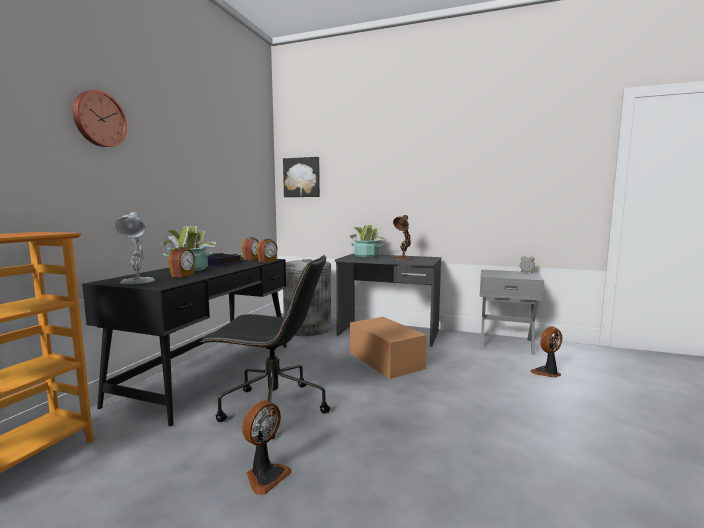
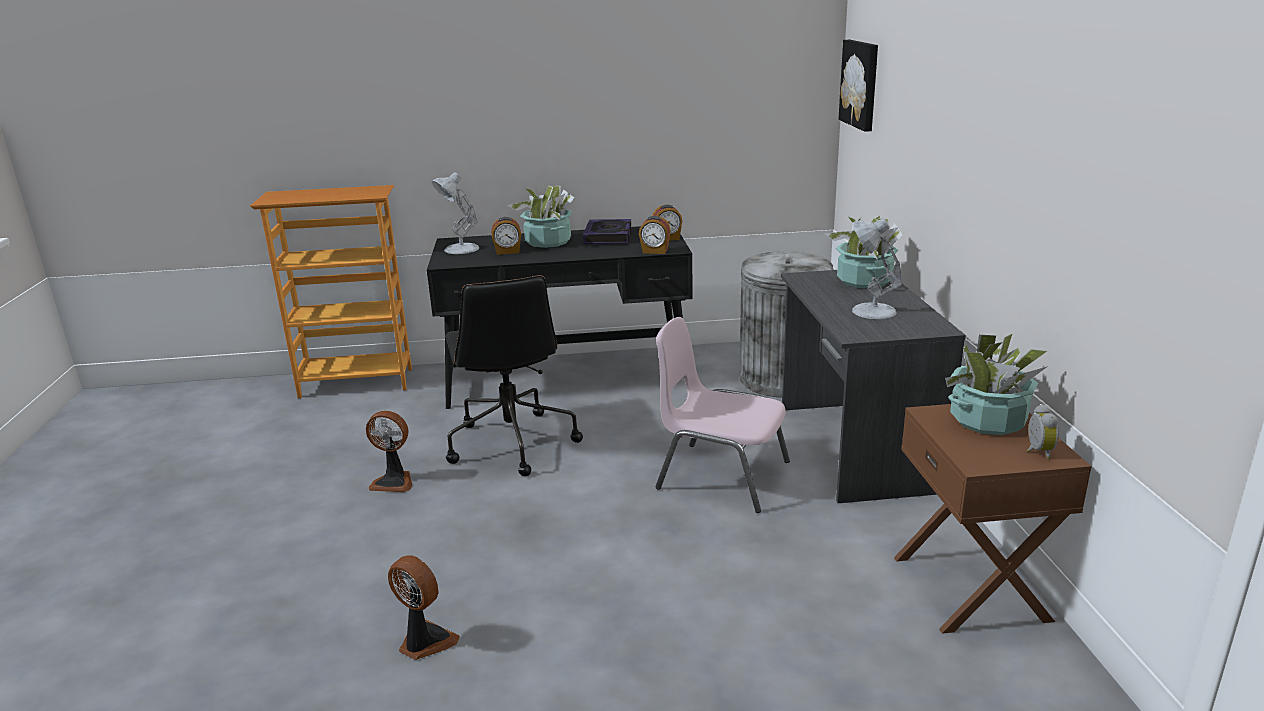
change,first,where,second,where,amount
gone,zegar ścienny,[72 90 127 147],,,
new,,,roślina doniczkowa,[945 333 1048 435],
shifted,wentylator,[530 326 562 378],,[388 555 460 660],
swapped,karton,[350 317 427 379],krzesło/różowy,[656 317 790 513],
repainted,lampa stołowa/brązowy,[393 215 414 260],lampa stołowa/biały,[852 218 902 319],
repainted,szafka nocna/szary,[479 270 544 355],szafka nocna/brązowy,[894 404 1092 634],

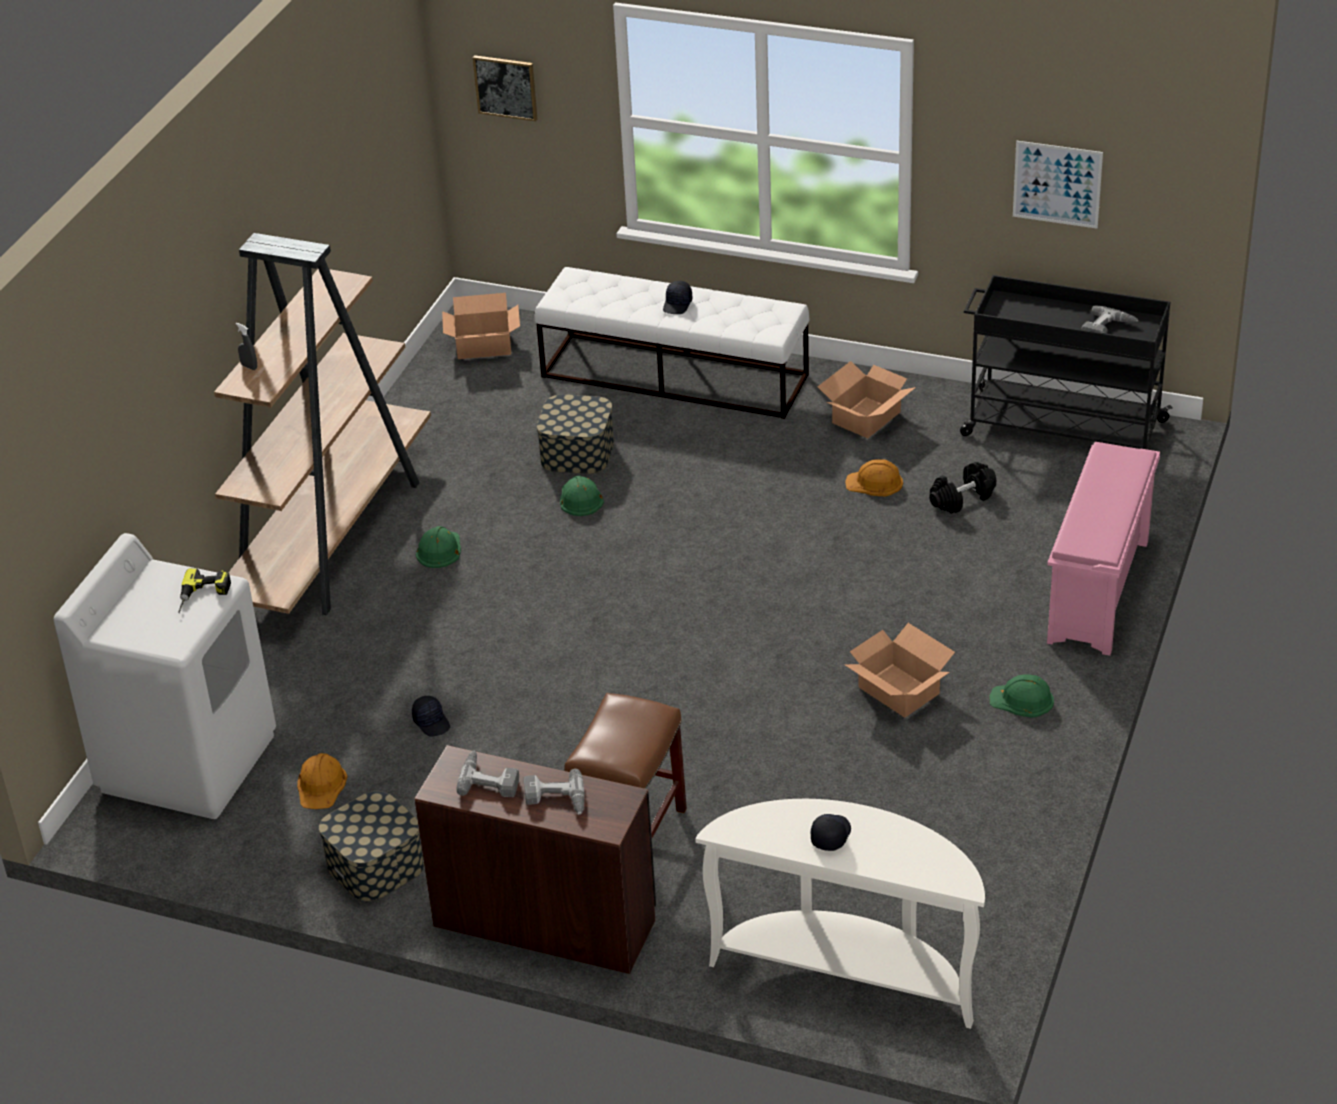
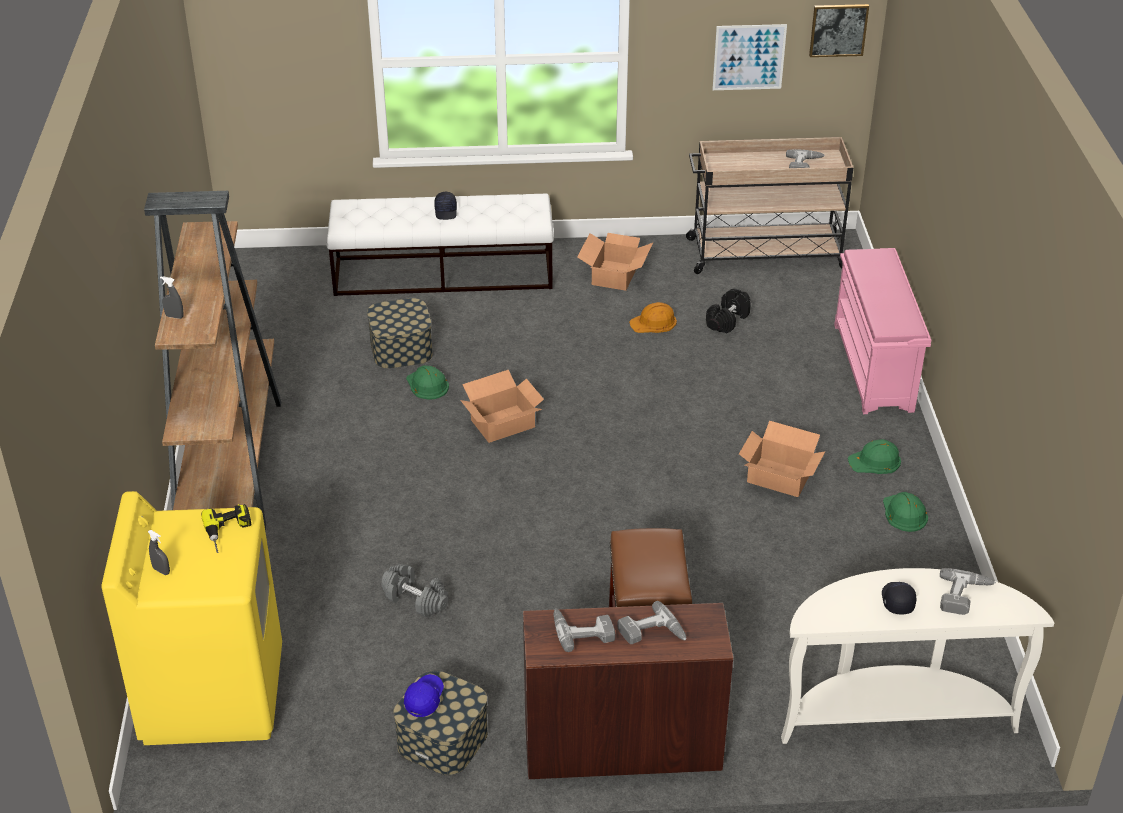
change,first,where,second,where,amount
gone,kask/pomarańczowy,[297 753 348 809],,,
new,,,spryskiwacz/szary,[148 530 170 575],
new,,,czapka z daszkiem/niebieski,[404 674 444 717],
new,,,wiertarka,[940 568 996 615],
shifted,kask/zielony,[416 526 461 568],,[883 492 928 532],
shifted,karton,[442 293 520 359],,[460 370 544 443],
shifted,obraz,[473 55 537 121],,[809 4 869 57],
swapped,czapka z daszkiem/czarny,[412 696 450 737],hantel/szary,[381 564 448 617],
repainted,pralka/biały,[54 533 276 819],pralka/żółty,[102 491 282 745],
repainted,wózek/czarny,[960 275 1173 450],wózek/beżowy,[686 137 853 274],

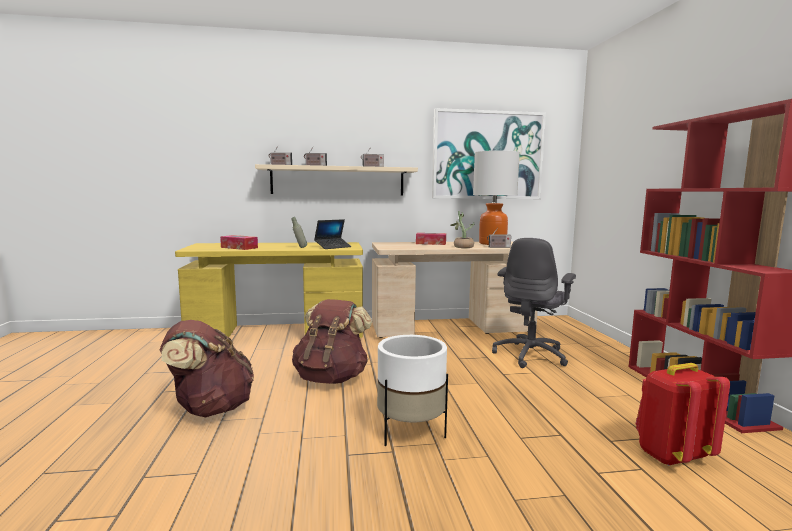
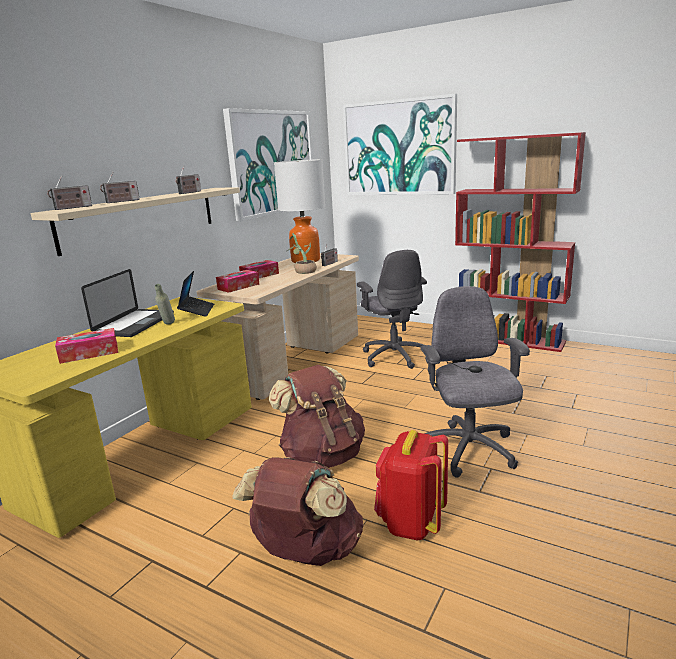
change,first,where,second,where,amount
new,,,laptop,[81 269 174 337],
new,,,pudełko chusteczek,[216 270 259 293],
new,,,obraz,[343 94 457 195],
shifted,plecak/czerwony,[636 363 730 466],,[374 430 448 540],
swapped,donica/biały,[377 335 448 446],krzesło biurowe/szary,[421 286 530 478],

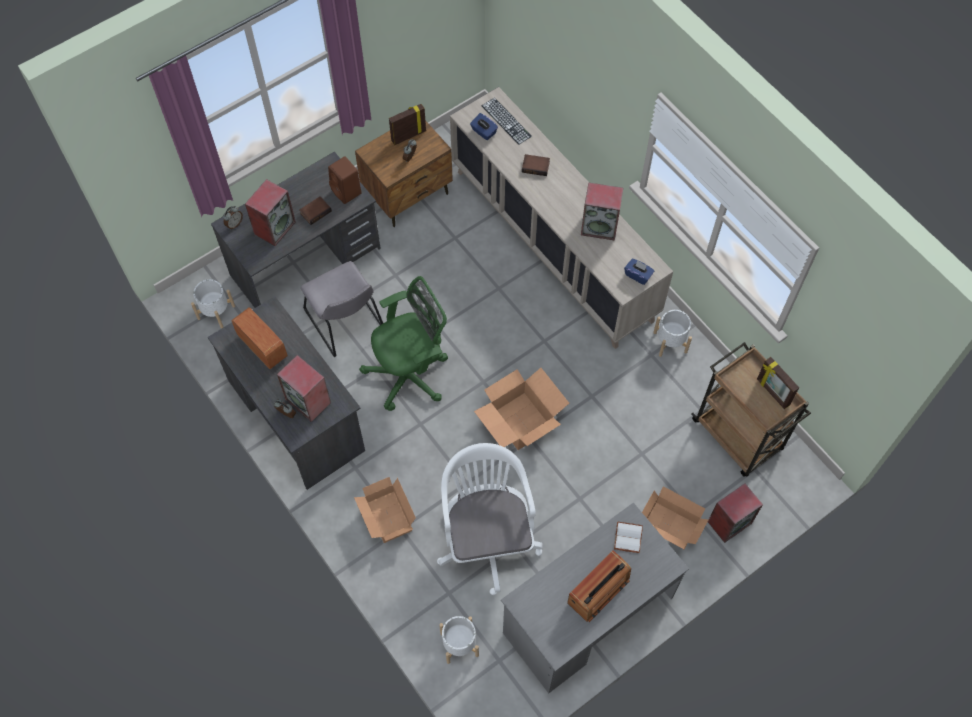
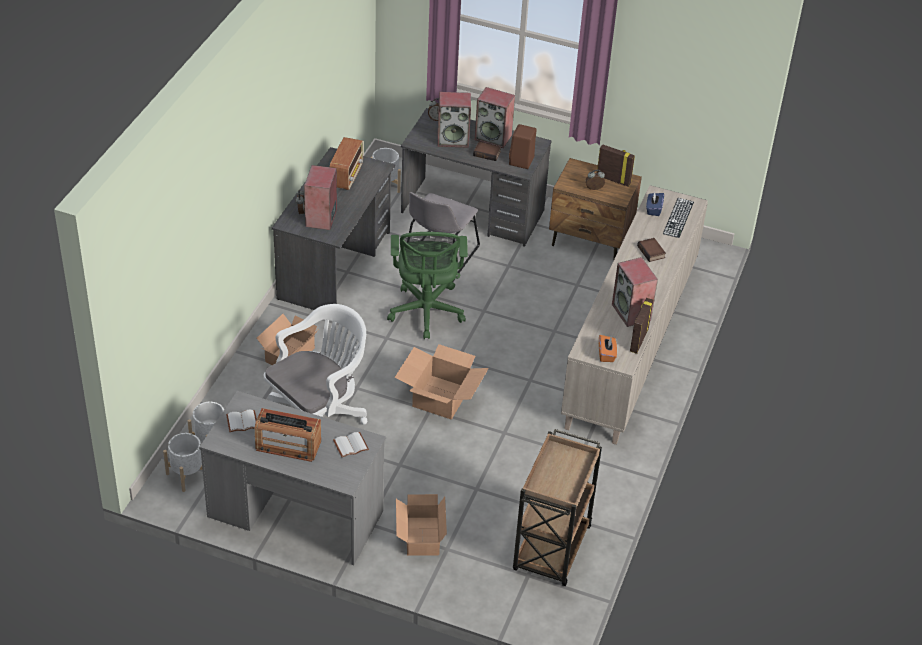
change,first,where,second,where,amount
new,,,książka/biały,[226 410 257 432],
shifted,donica/biały,[653 310 692 357],,[163 433 202 492],
shifted,głośnik,[708 483 763 543],,[475 87 515 148],
shifted,ramka na zdjęcie,[757 357 799 409],,[630 298 653 354],
repainted,pudełko chusteczek/niebieski,[624 259 654 285],pudełko chusteczek/pomarańczowy,[599 335 617 362],
rotated,krzesło biurowe/zielony,[359 276 448 411],,[387 232 468 339],60 degrees clockwise

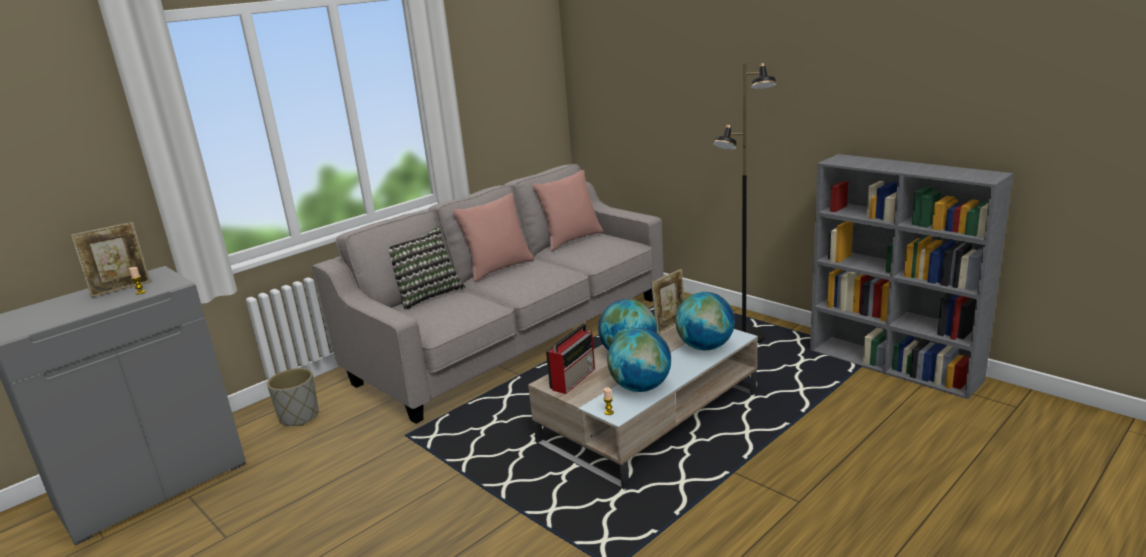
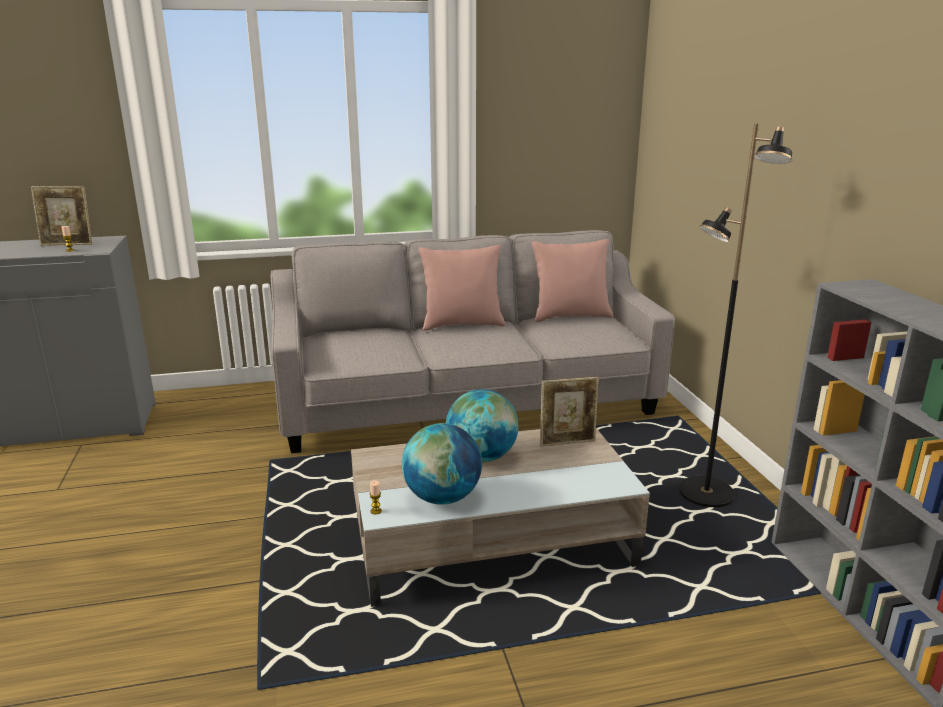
change,first,where,second,where,amount
gone,donica/szary,[267 368 319 426],,,
gone,poduszka,[389 227 465 310],,,
gone,radio,[546 323 595 394],,,
gone,globus,[675 292 735 350],,,

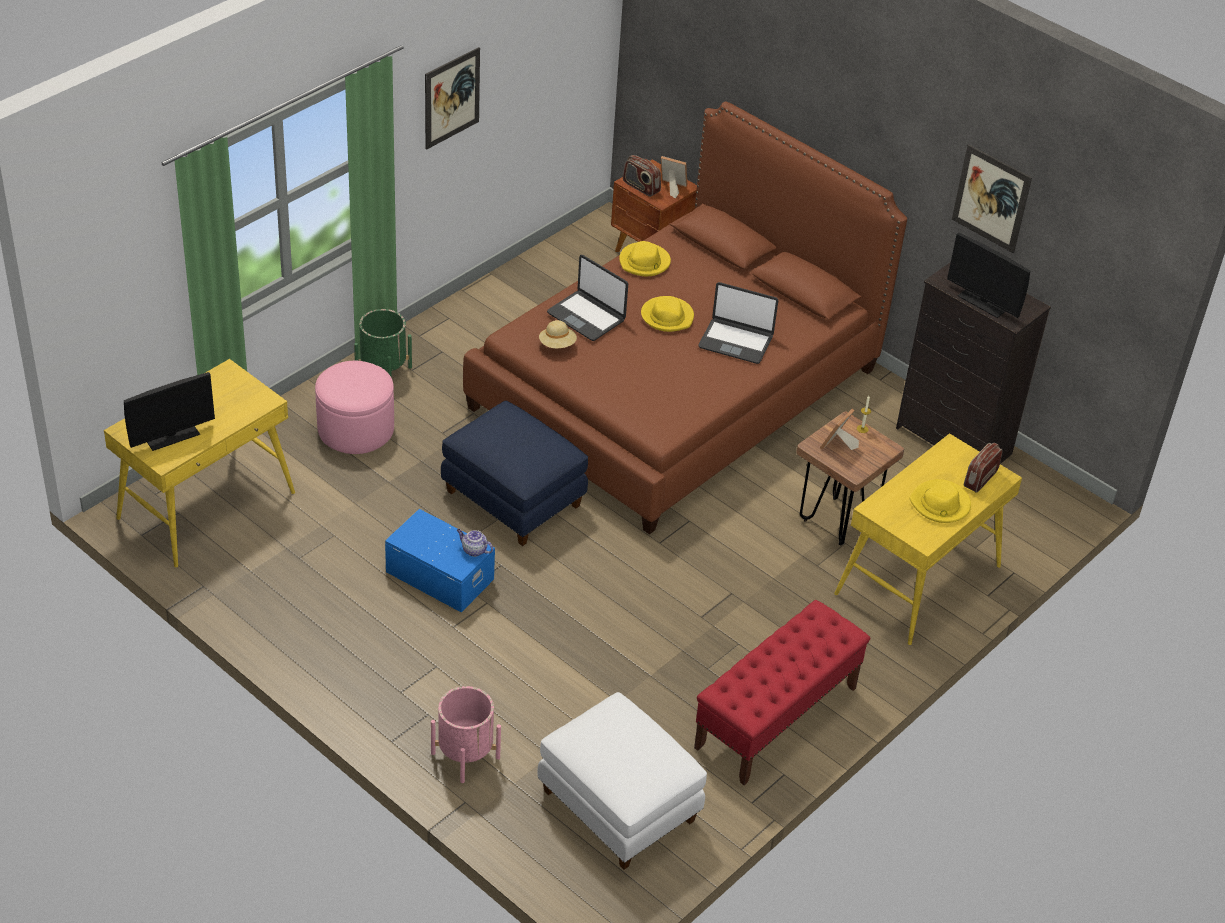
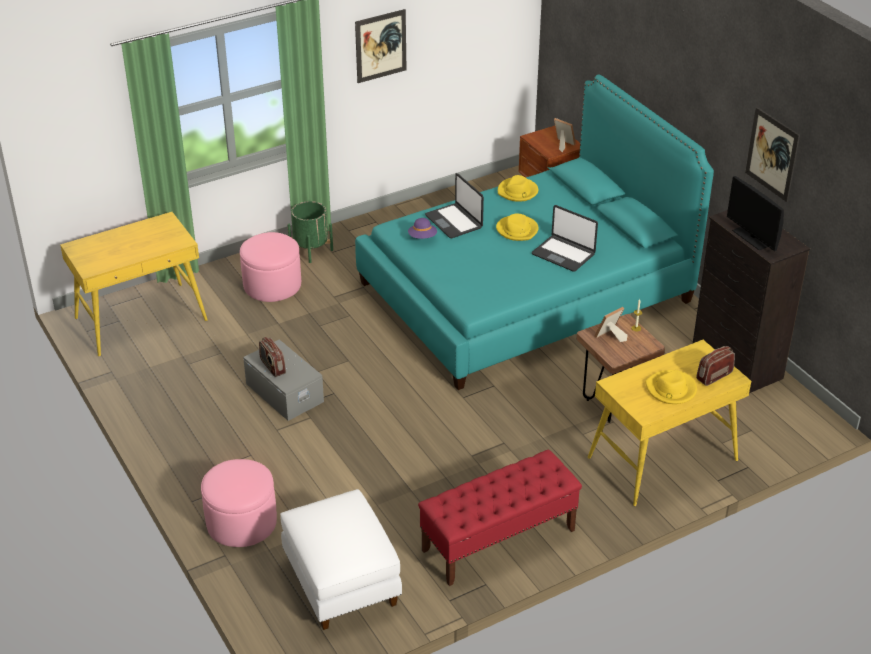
change,first,where,second,where,amount
gone,monitor,[124 372 215 451],,,
gone,pufa/niebieski,[441 401 588 546],,,
gone,imbryk,[457 529 493 557],,,
shifted,radio,[623 155 661 197],,[259 337 286 377],
swapped,donica/różowy,[431 686 501 783],pufa/różowy,[201 459 277 547],
repainted,pojemnik do przechowywania/niebieski,[385 509 495 612],pojemnik do przechowywania/szary,[243 340 324 421],
repainted,łóżko/brązowy,[463 102 907 534],łóżko/turkusowy,[355 75 714 390],
repainted,kapelusz/beżowy,[539 320 577 349],kapelusz/fioletowy,[408 218 437 239],

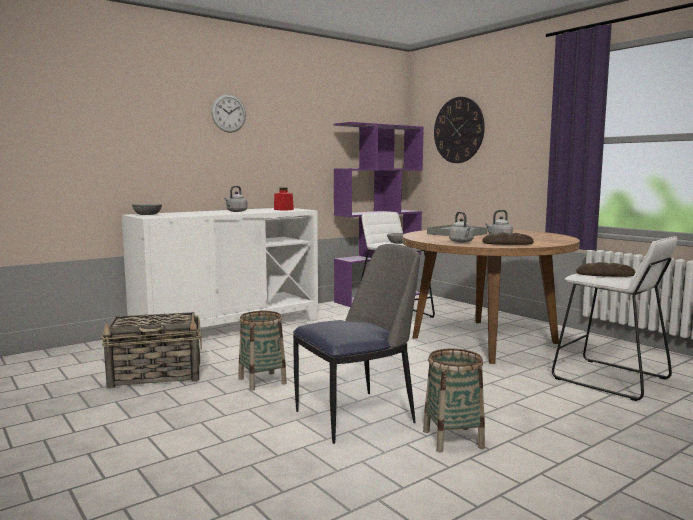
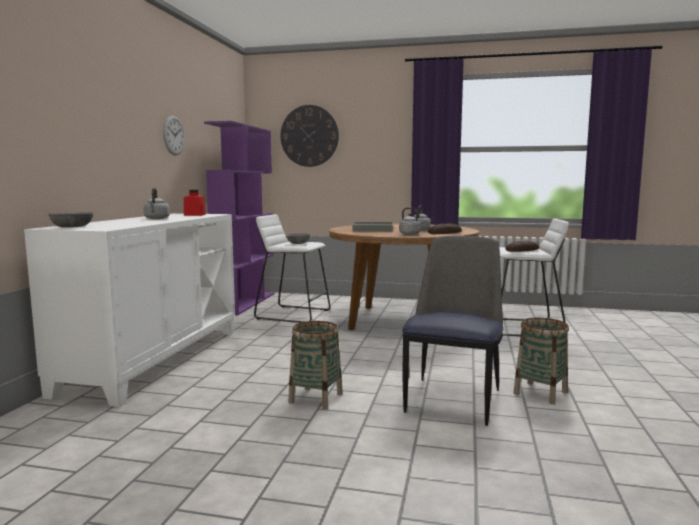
change,first,where,second,where,amount
gone,koszyk,[101 312 202 388],,,
shifted,zegar ścienny,[211 94 246 133],,[163 116 185 156],

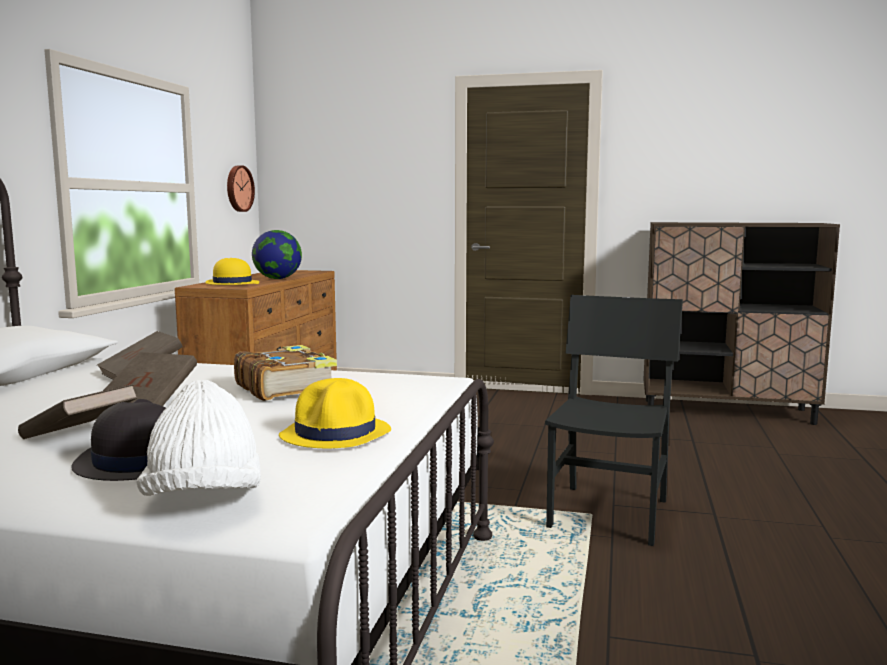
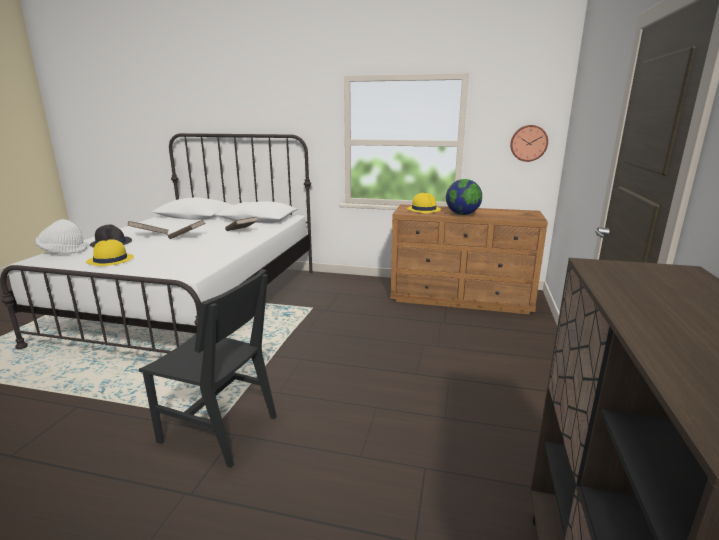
change,first,where,second,where,amount
gone,książka,[234 345 337 401],,,

